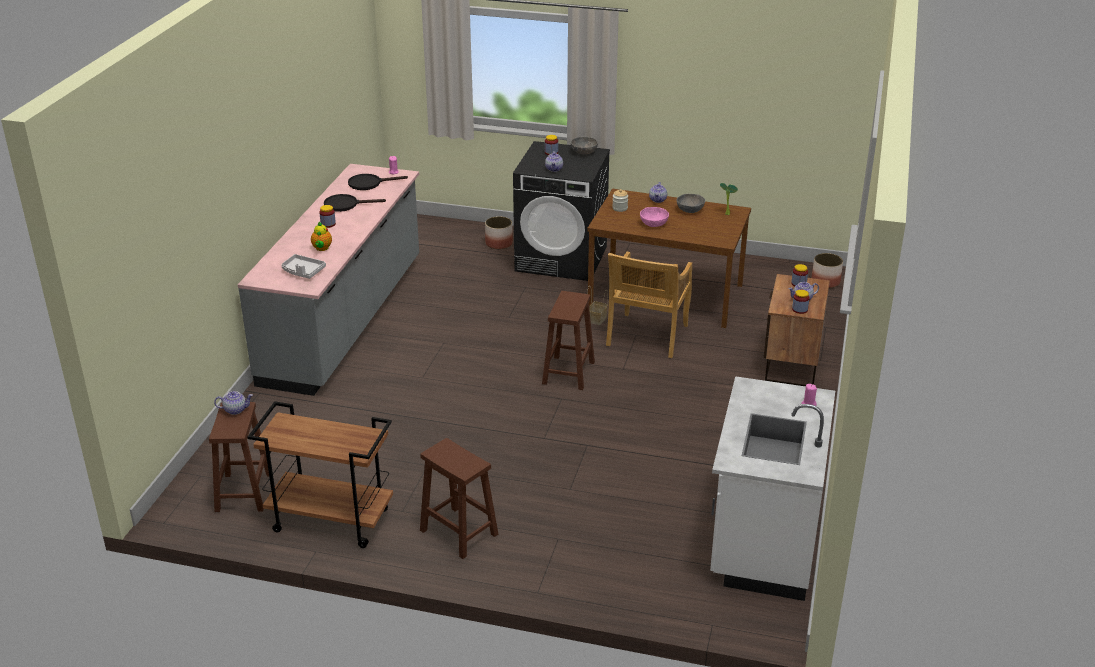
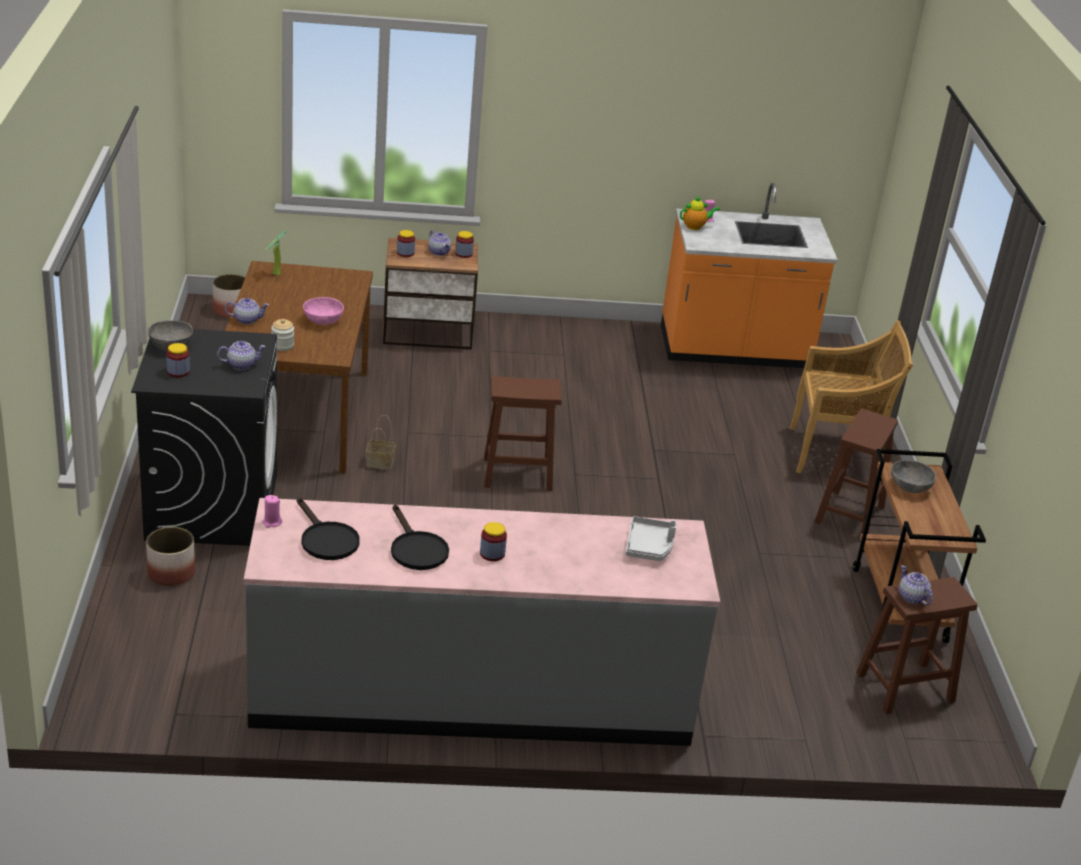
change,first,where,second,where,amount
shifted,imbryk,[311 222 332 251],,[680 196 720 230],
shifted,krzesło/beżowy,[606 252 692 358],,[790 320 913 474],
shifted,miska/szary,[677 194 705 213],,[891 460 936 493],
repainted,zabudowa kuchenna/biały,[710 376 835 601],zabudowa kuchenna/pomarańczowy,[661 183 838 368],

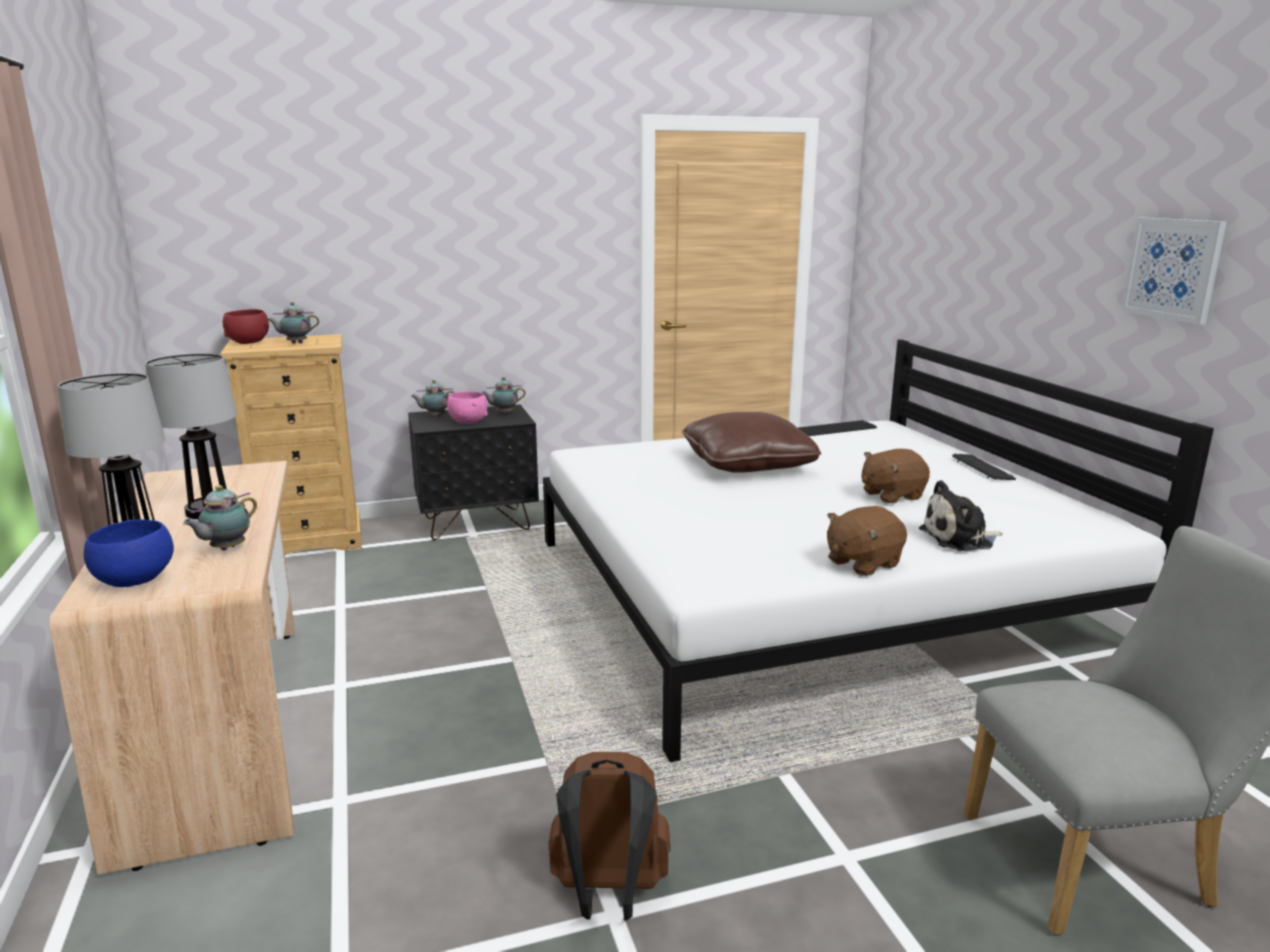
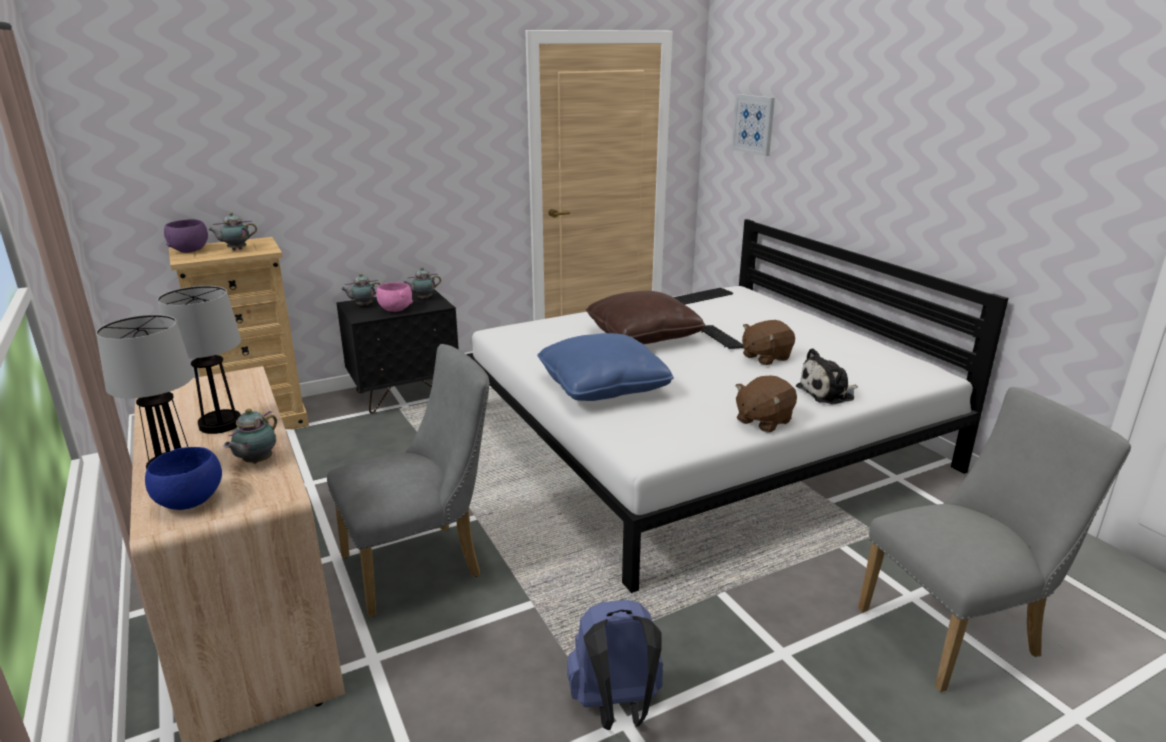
change,first,where,second,where,amount
new,,,krzesło/szary,[327 344 490 617],
new,,,poduszka/niebieski,[537 333 674 401],
shifted,klawiatura,[952 454 1016 480],,[701 325 743 349],
shifted,obraz,[1121 218 1227 324],,[732 94 775 156],
repainted,miska/czerwony,[223 309 269 344],miska/fioletowy,[164 219 208 253],
repainted,plecak/brązowy,[549 752 670 920],plecak/niebieski,[567 600 663 730],

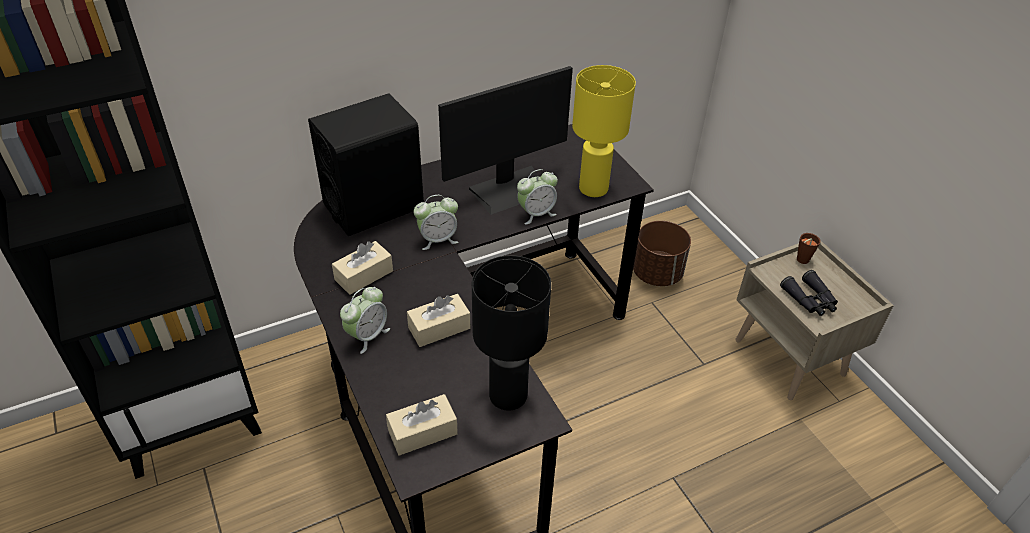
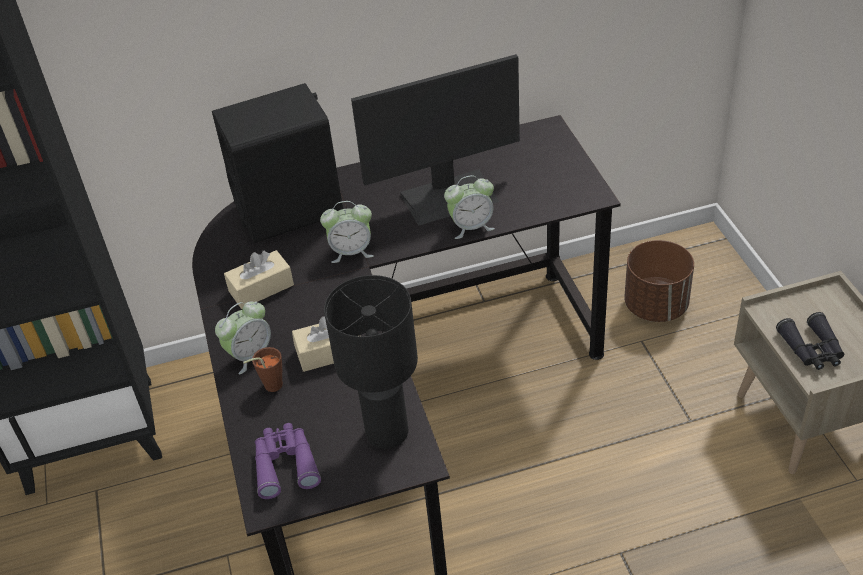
change,first,where,second,where,amount
gone,lampa stołowa/żółty,[572 65 636 197],,,
shifted,filiżanka/brązowy,[797 233 821 264],,[243 347 283 392],
swapped,pudełko chusteczek/beżowy,[386 394 458 456],lornetka/fioletowy,[255 423 321 499],

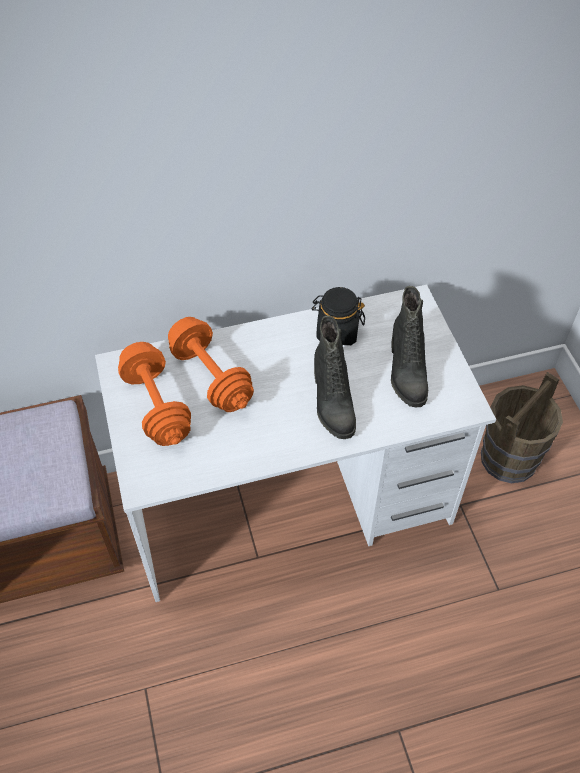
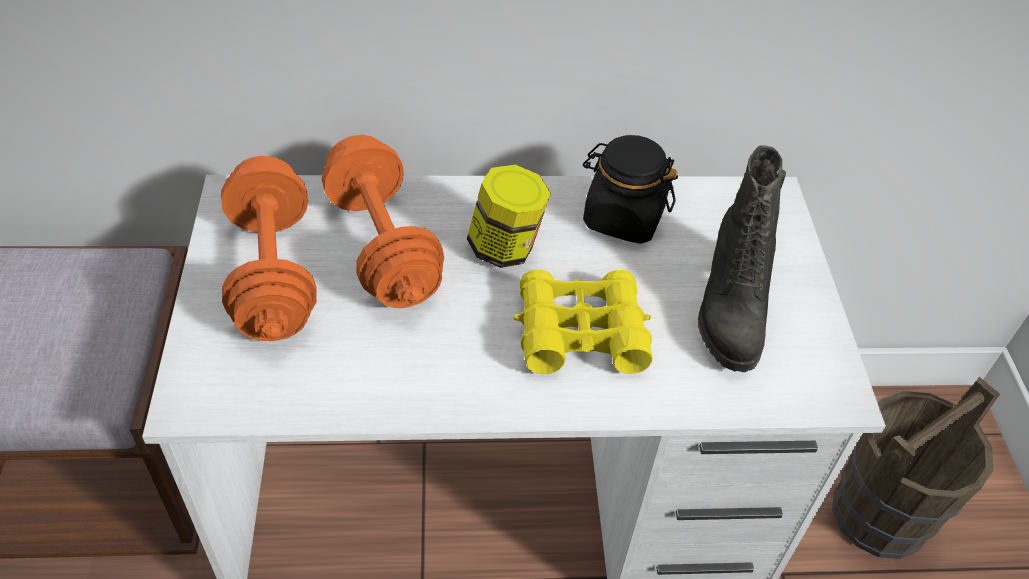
change,first,where,second,where,amount
new,,,słoik,[467 165 551 268],
swapped,but z cholewką/czarny,[314 316 356 439],lornetka/żółty,[514 270 653 374],

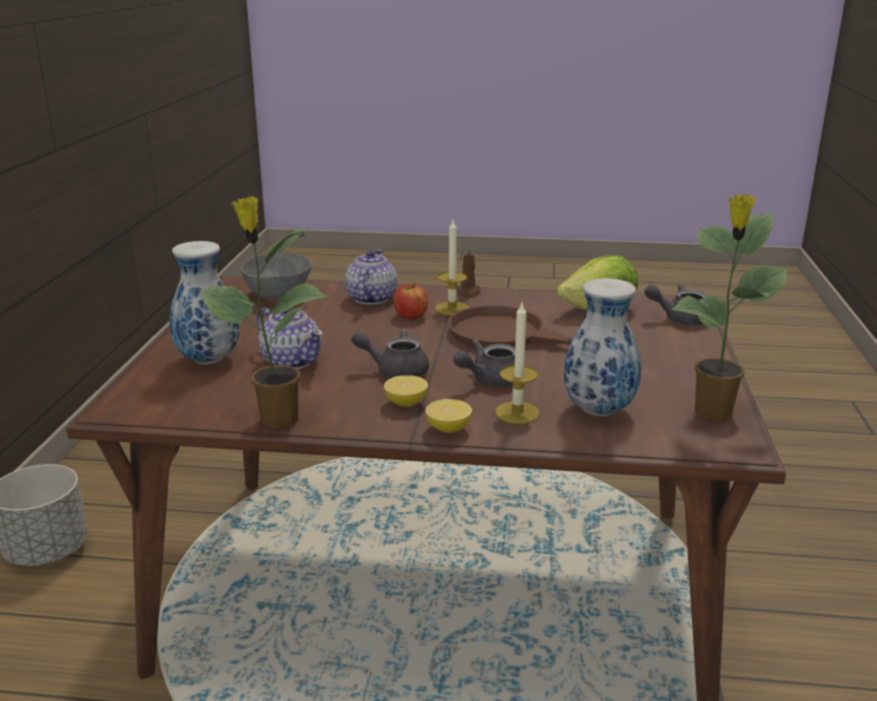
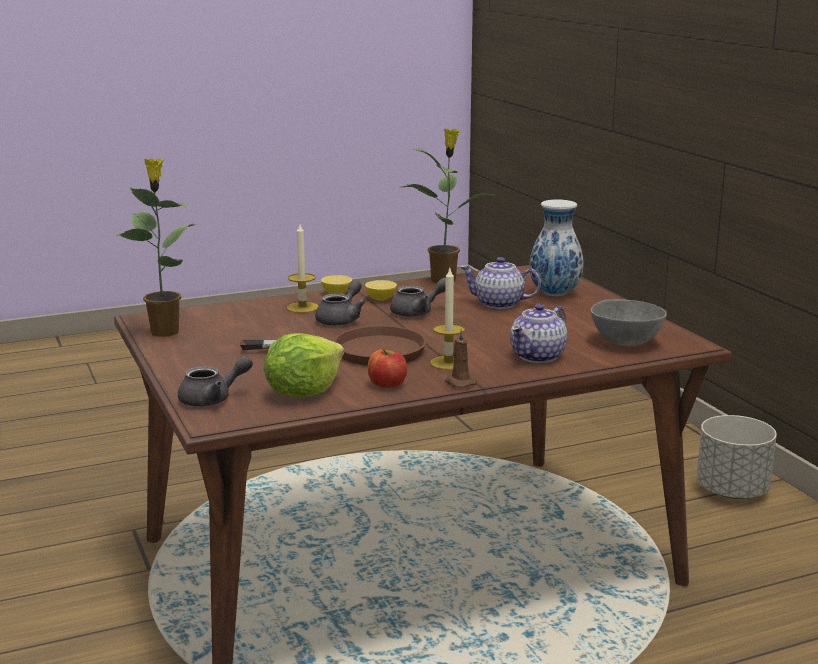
change,first,where,second,where,amount
gone,wazon,[564 278 641 416],,,
shifted,jabłko,[394 283 428 320],,[368 349 407 388],
rotated,imbryk,[345 249 397 305],,[510 304 567 363],60 degrees clockwise

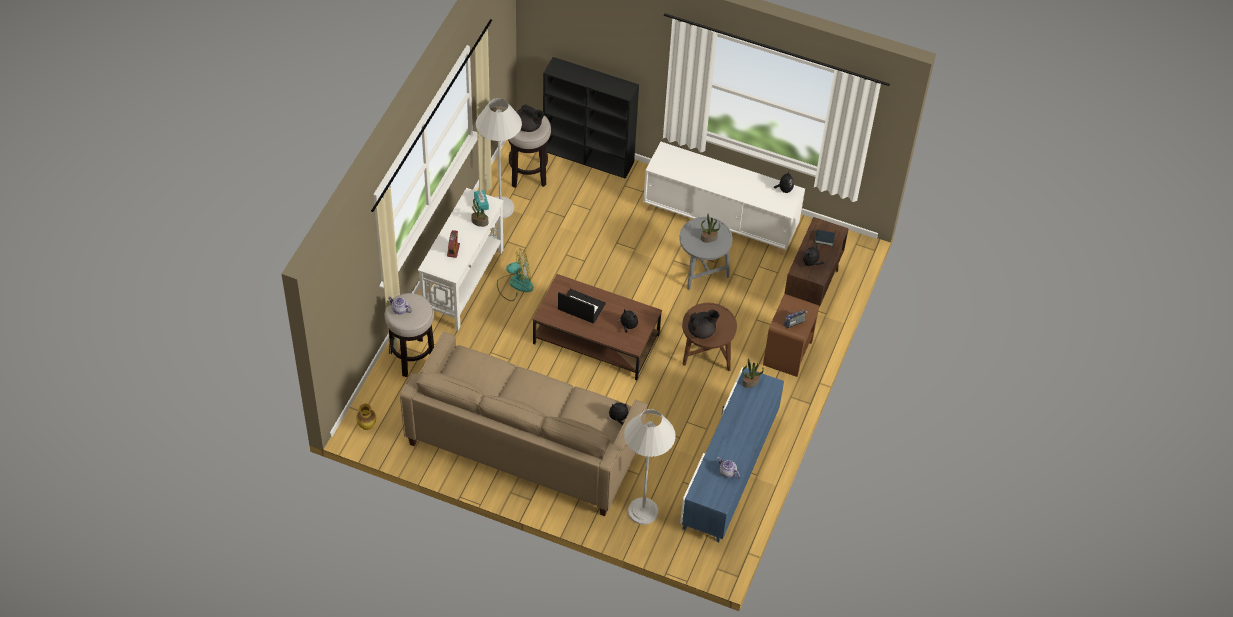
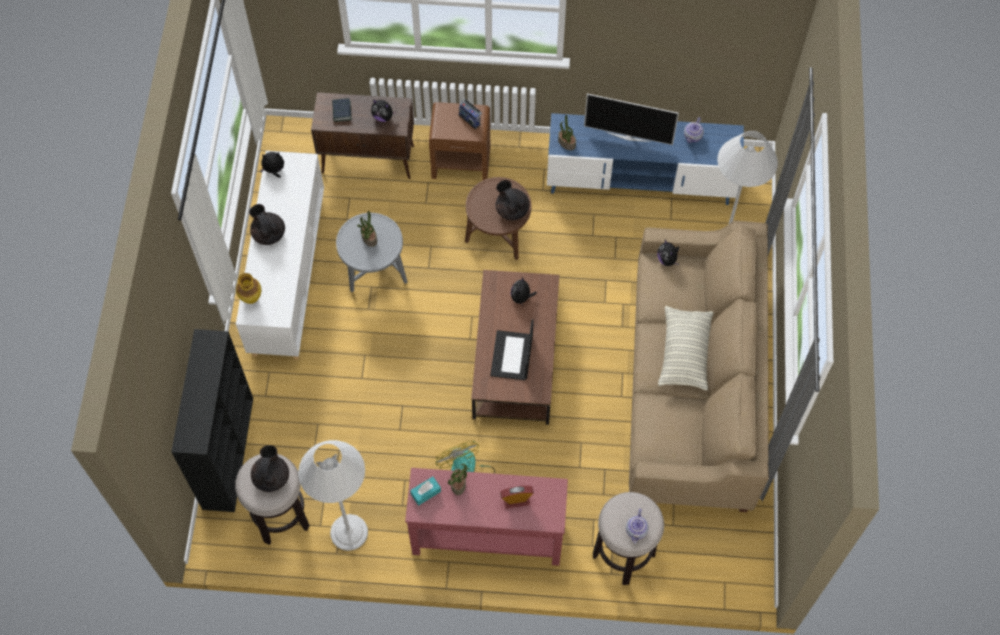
change,first,where,second,where,amount
new,,,imbryk/czarny,[249 204 285 245],
new,,,telewizor,[584 94 679 145],
new,,,poduszka,[658 306 713 390],
shifted,wazon,[356 404 376 430],,[236 273 261 304],
repainted,stolik konsolowy/biały,[418 188 504 330],stolik konsolowy/czerwony,[405 468 568 566],

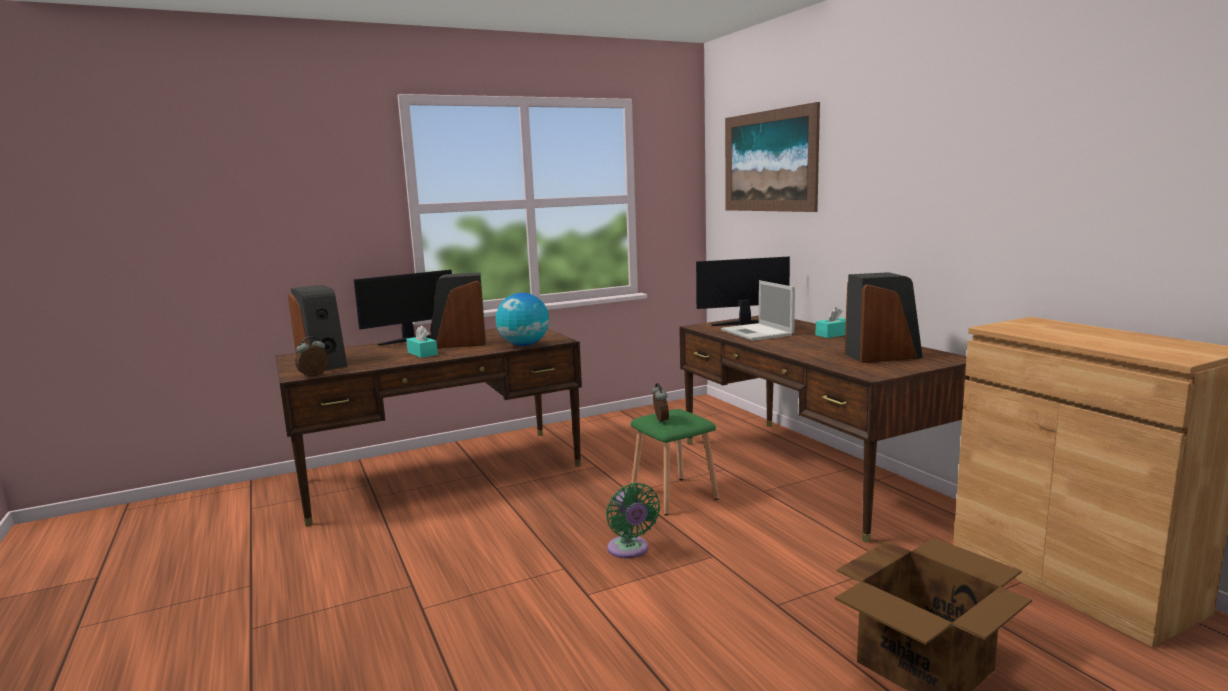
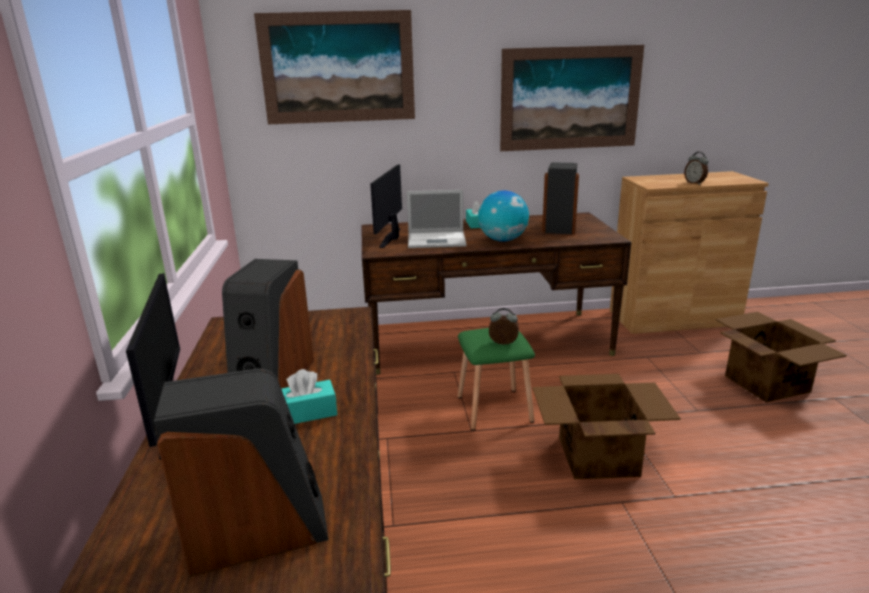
change,first,where,second,where,amount
new,,,obraz,[500 45 644 151],
shifted,budzik,[295 336 329 377],,[684 152 709 185],
shifted,globus,[496 293 549 346],,[478 191 529 242],
swapped,wentylator/zielony,[606 483 660 558],karton,[533 374 681 479],

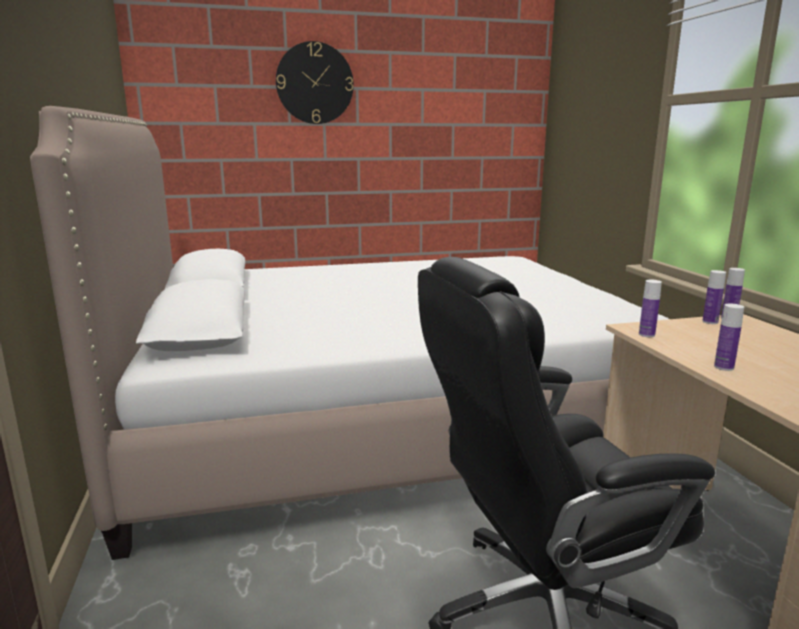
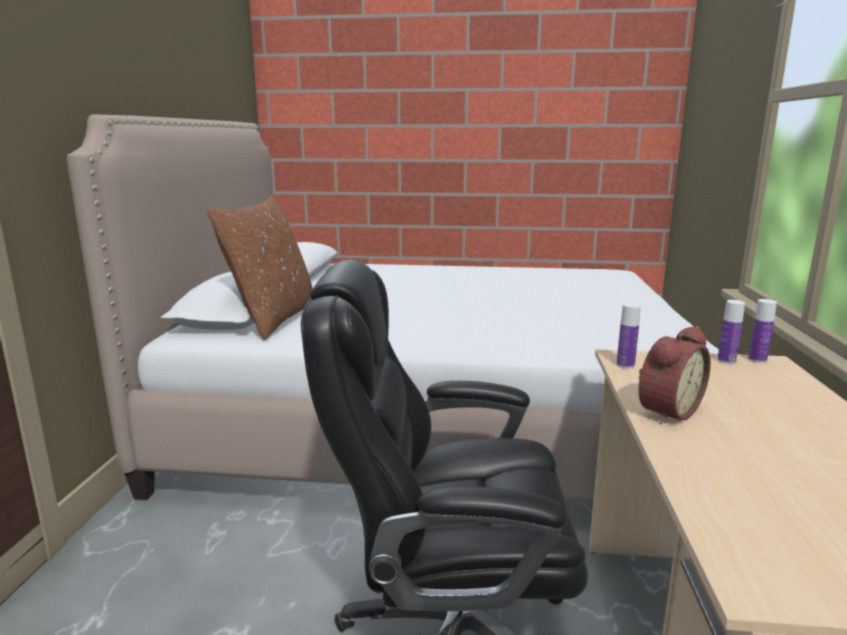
change,first,where,second,where,amount
gone,zegar ścienny,[276 41 354 124],,,
new,,,poduszka/brązowy,[207 196 313 340],
swapped,butelka,[714 303 744 371],budzik,[639 326 711 424],

